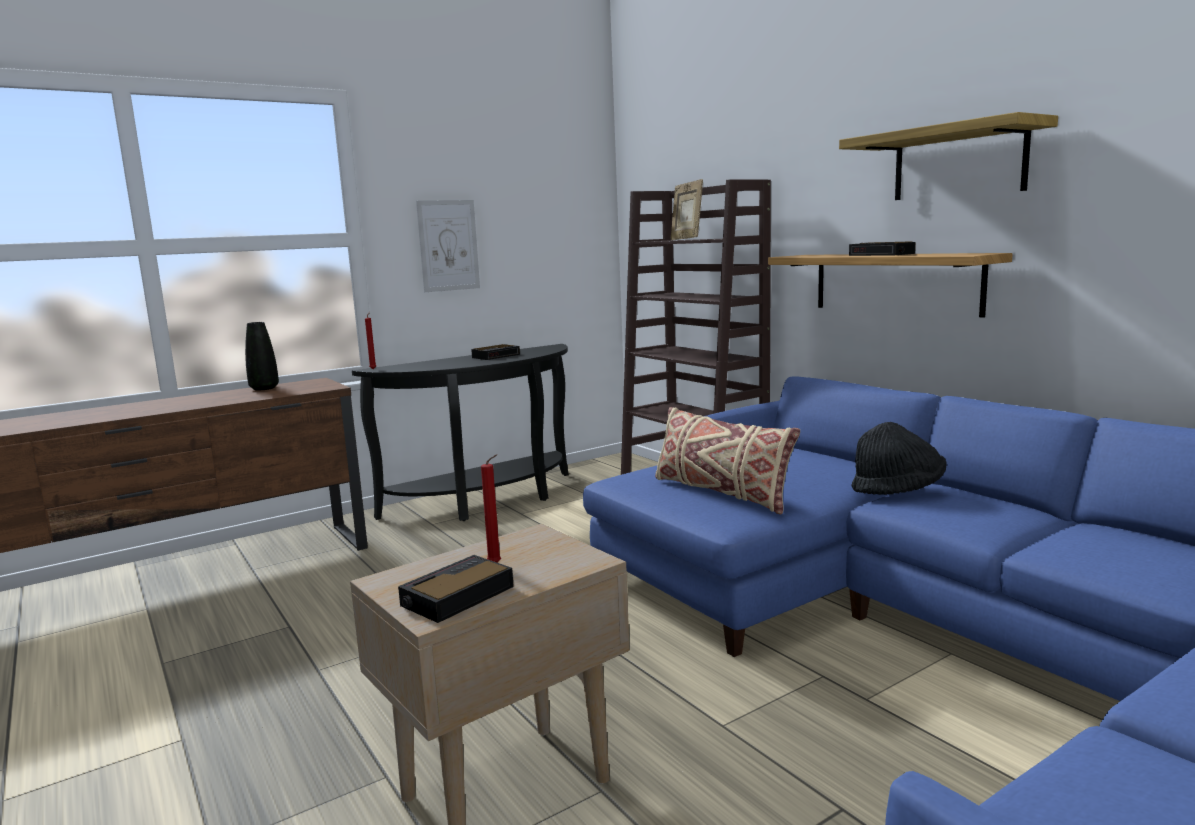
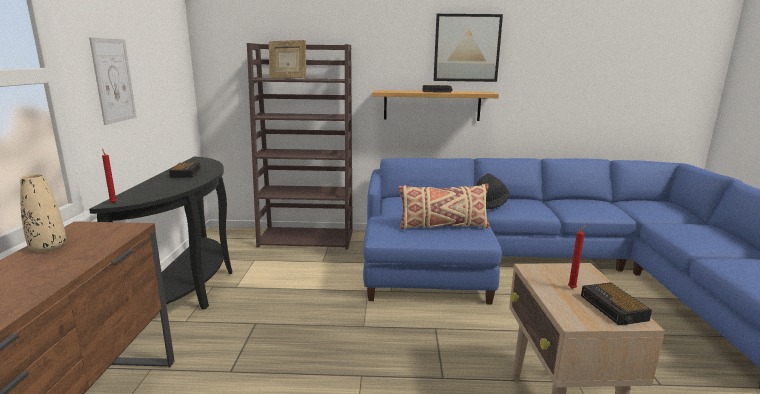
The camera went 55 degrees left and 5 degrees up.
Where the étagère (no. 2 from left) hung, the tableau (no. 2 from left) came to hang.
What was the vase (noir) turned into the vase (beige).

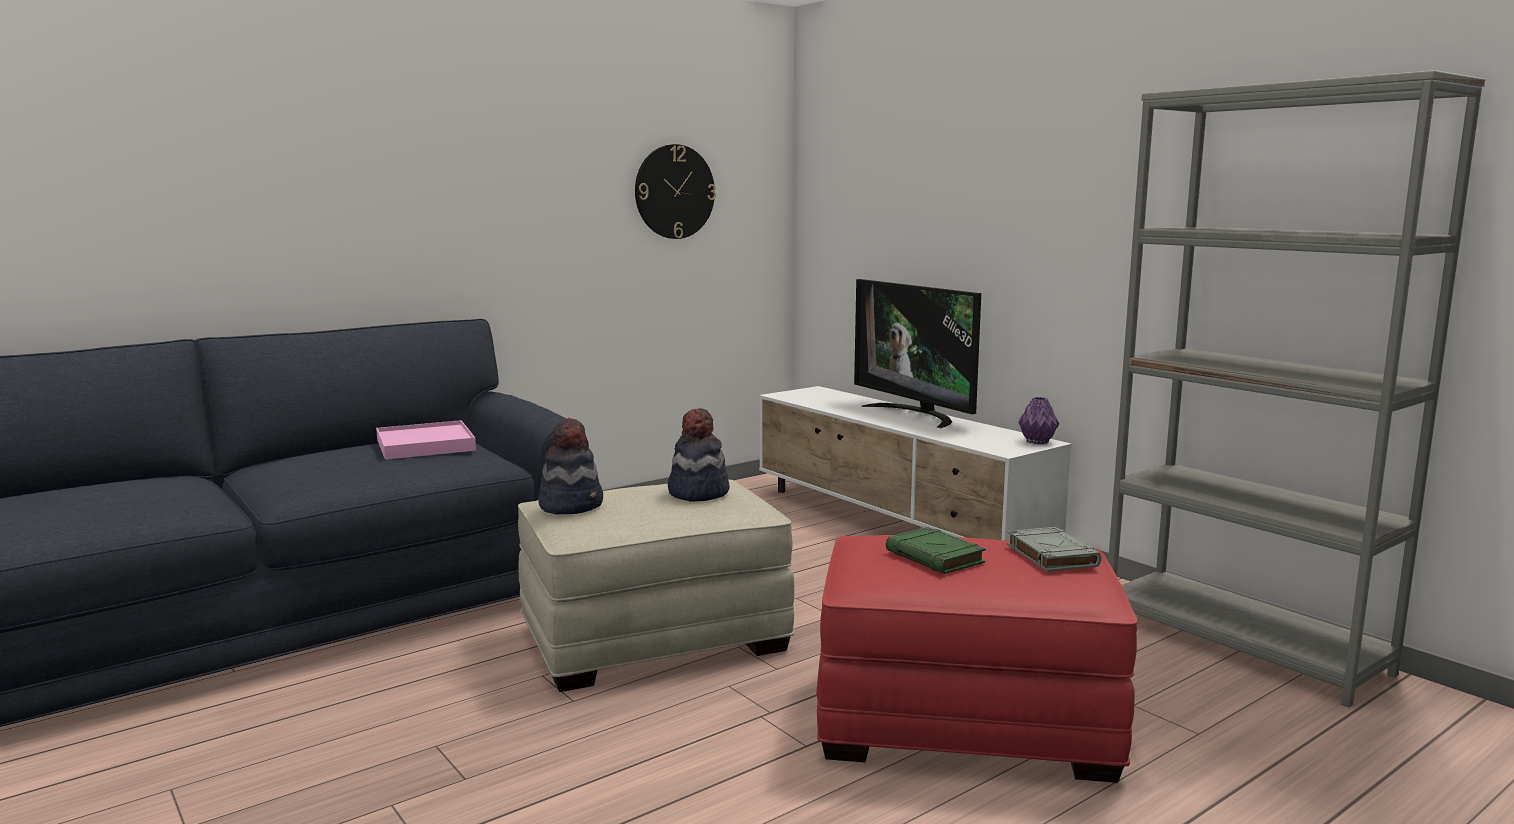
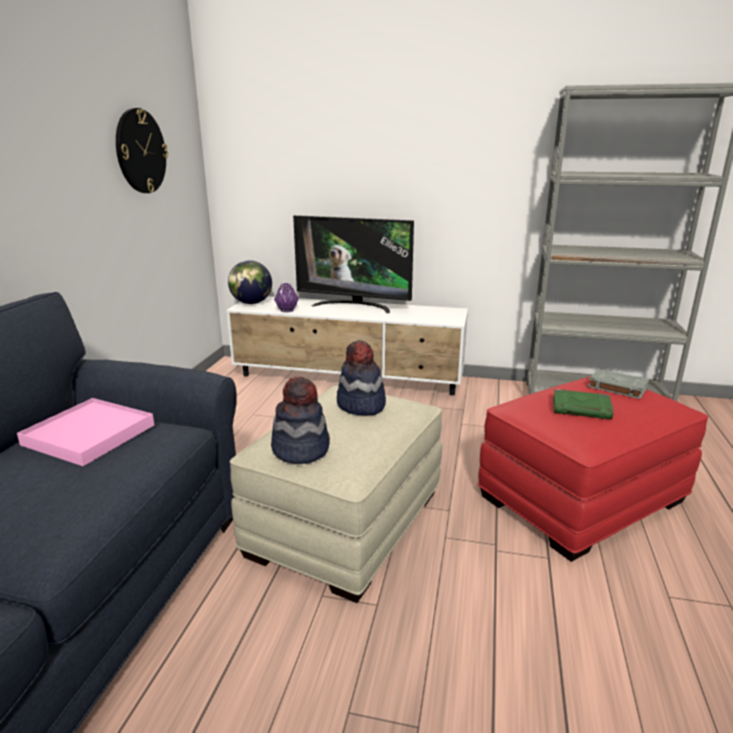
The camera went 40 degrees left and 10 degrees up.
The second view gained the globe.
The vase (violet) ended up elsewhere.

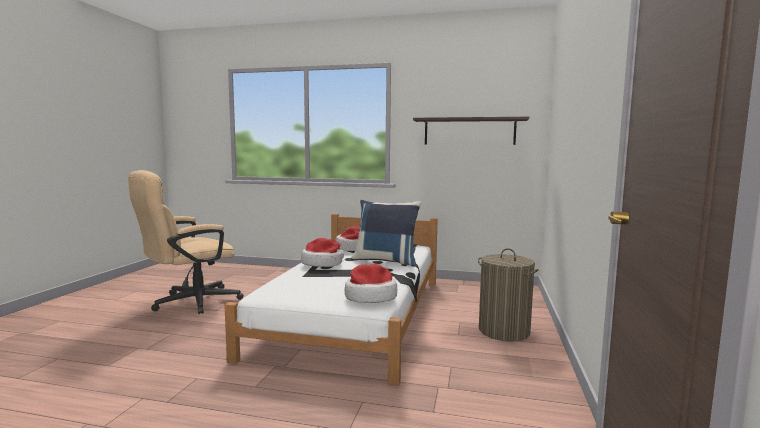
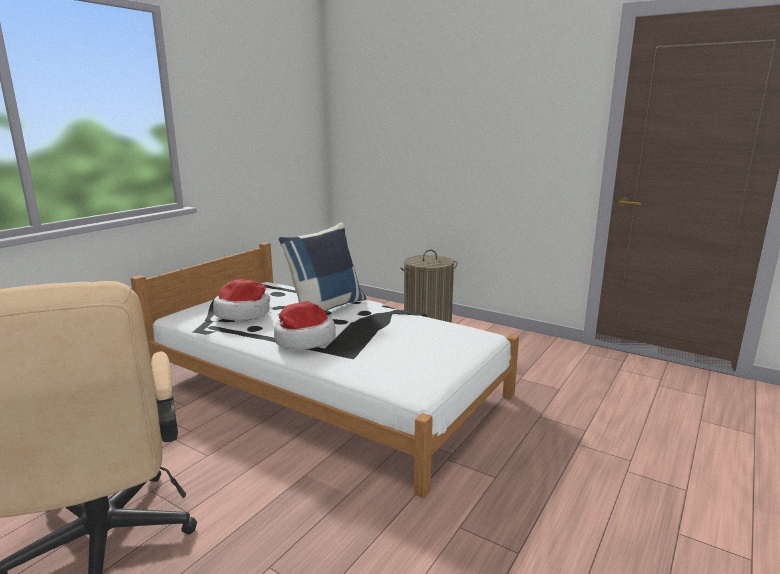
The camera went 70 degrees left and 10 degrees up.
The second view lost the chapeau (no. 3 from left).
The second view lost the étagère.

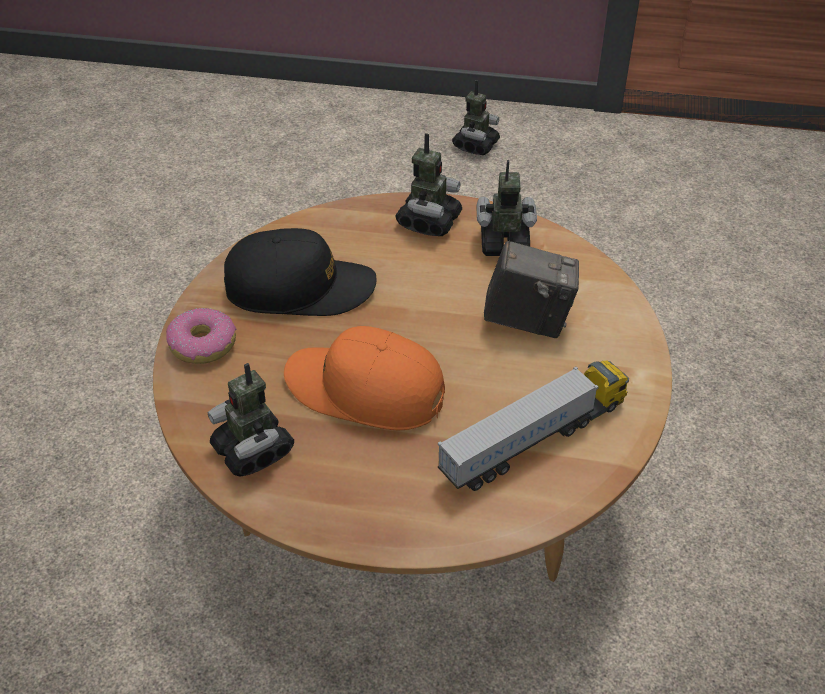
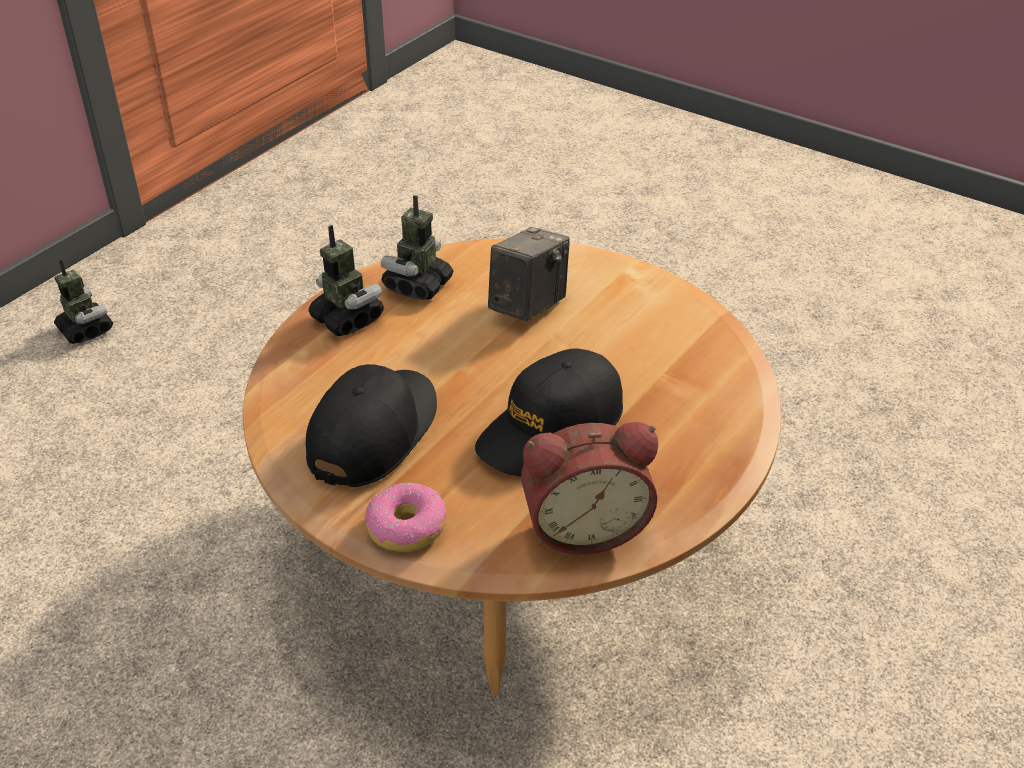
The camera went 65 degrees left and 5 degrees down.
The second view lost the camion jouet.
Where the robot jouet (no. 1 from left) stood, the réveil came to stand.
What was the casquette (orange) turned into the casquette (noir) (no. 2 from left).

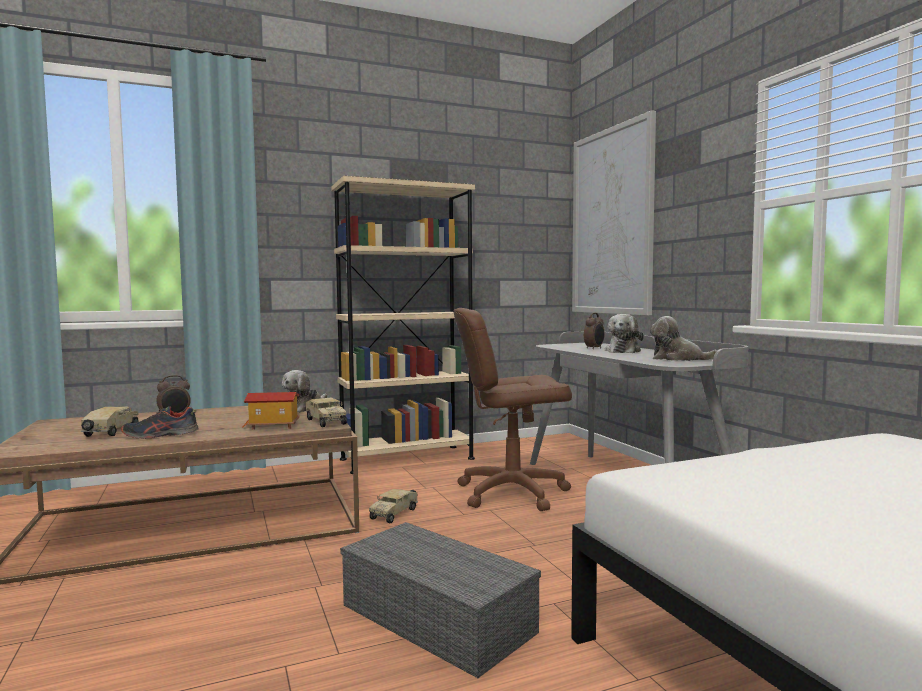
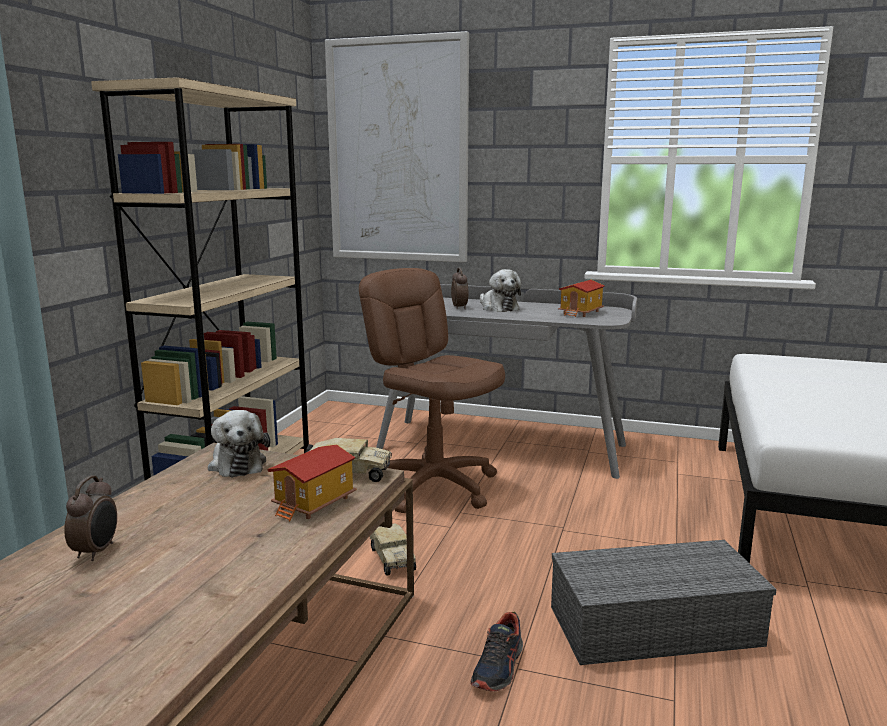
The camera went 50 degrees left and 10 degrees up.
The second view lost the camion jouet (no. 1 from left).
The chaussure ended up elsewhere.
Where the peluche (no. 3 from left) stood, the maison miniature (no. 2 from left) came to stand.
The chaise de bureau (marron) ended up facing another way, 105 degrees clockwise from before.

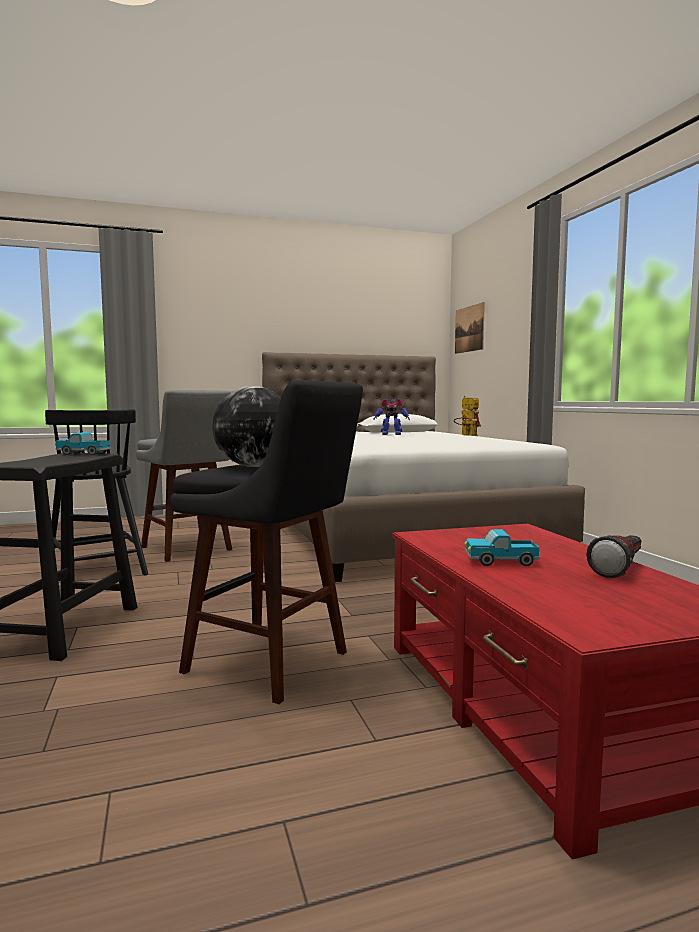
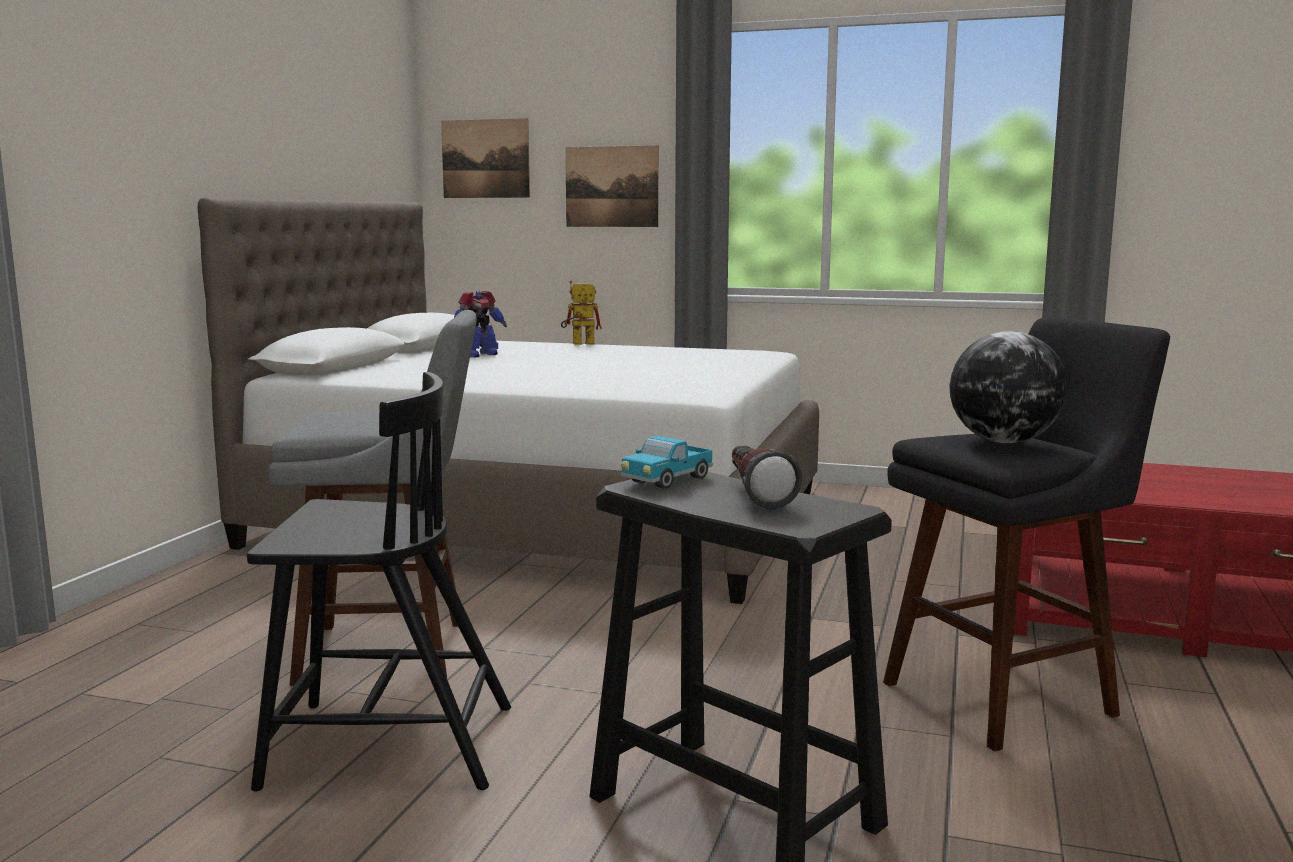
The camera went 55 degrees left and 5 degrees up.
The second view lost the camion jouet (no. 2 from left).
The second view gained the tableau (no. 2 from left).
The lampe de poche ended up elsewhere.

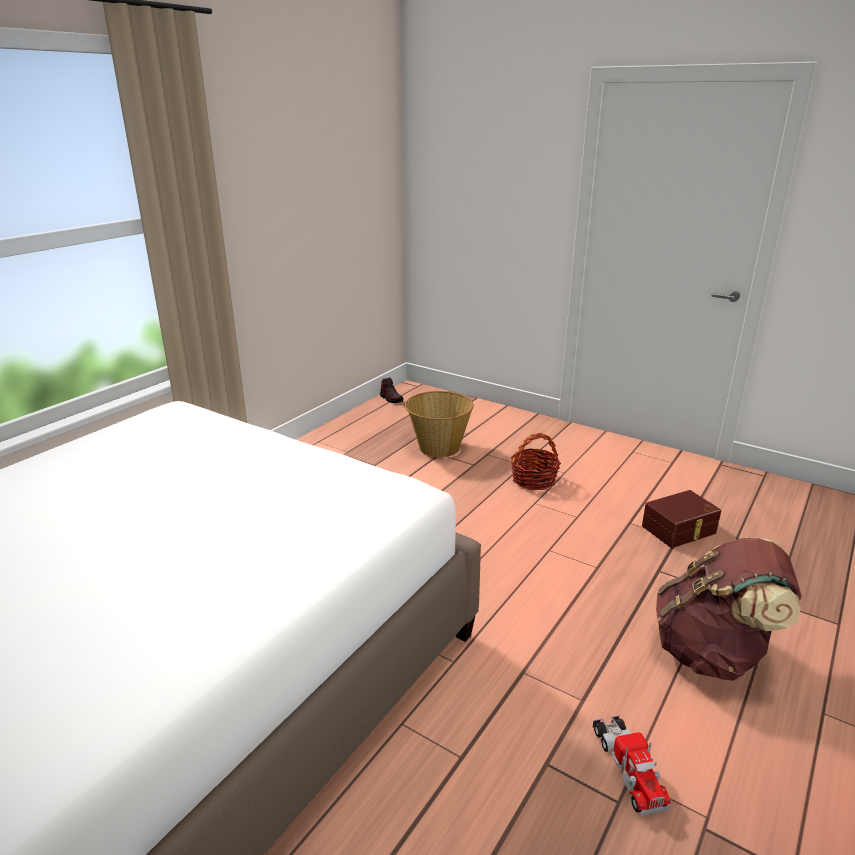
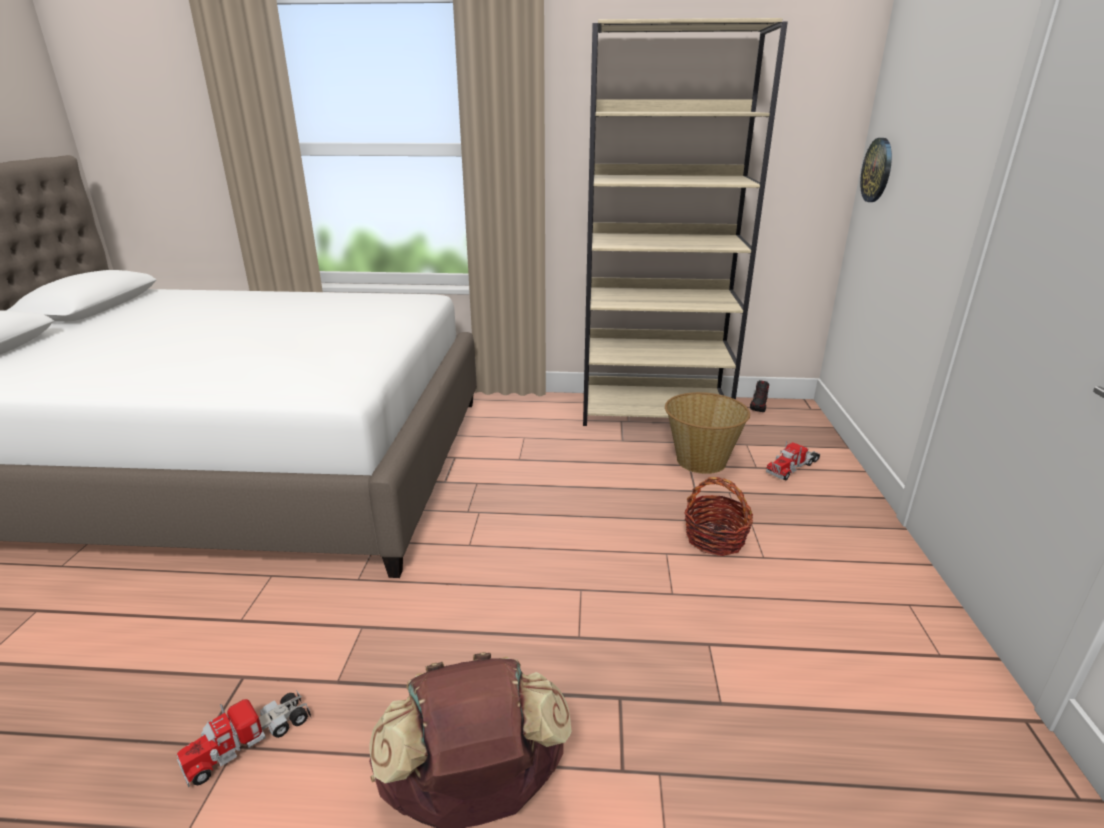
The camera went 60 degrees right and 0 degrees up.
The second view lost the boîte de rangement (marron).
The second view gained the bibliothèque (beige).
The second view gained the camion jouet (no. 2 from left).
The second view gained the horloge murale.

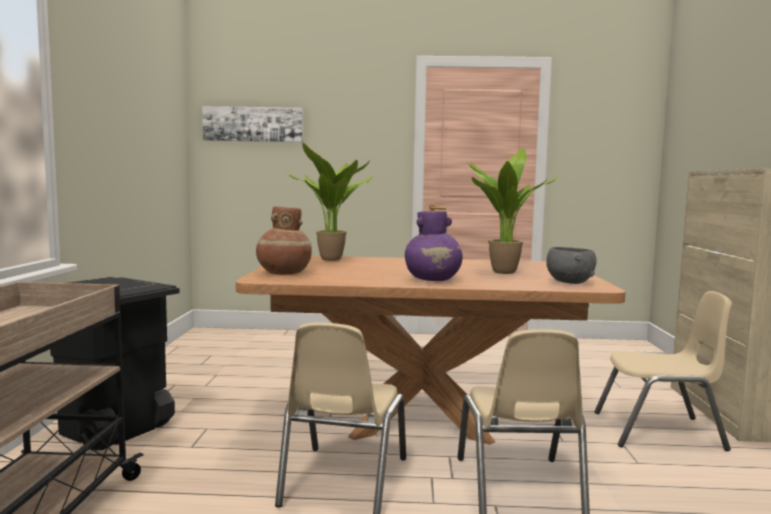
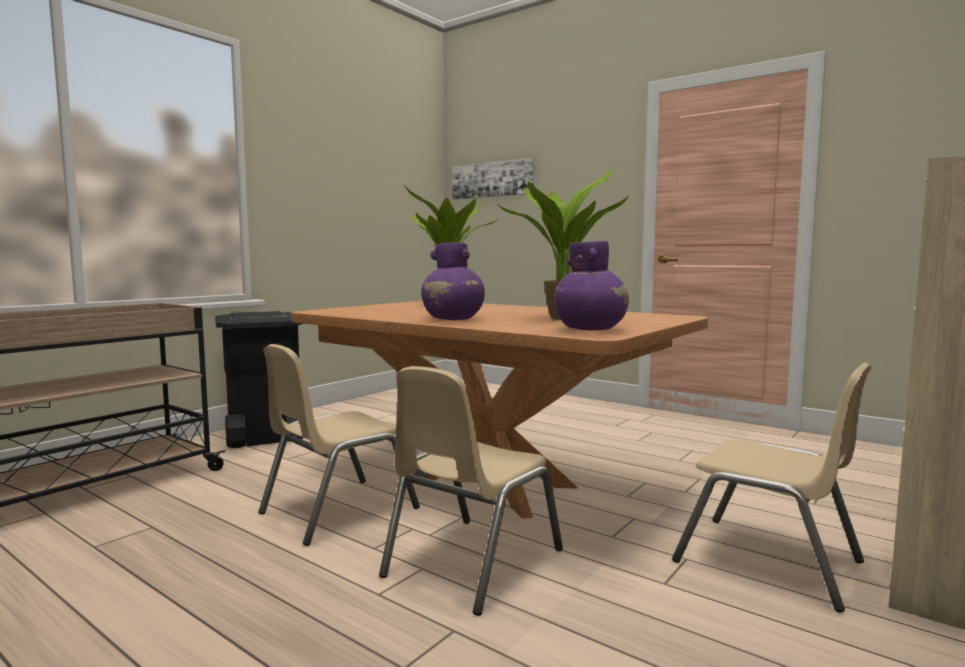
The camera went 35 degrees right and 0 degrees up.
The second view lost the vase (marron).
Where the bol (gris) stood, the vase (violet) (no. 2 from left) came to stand.

